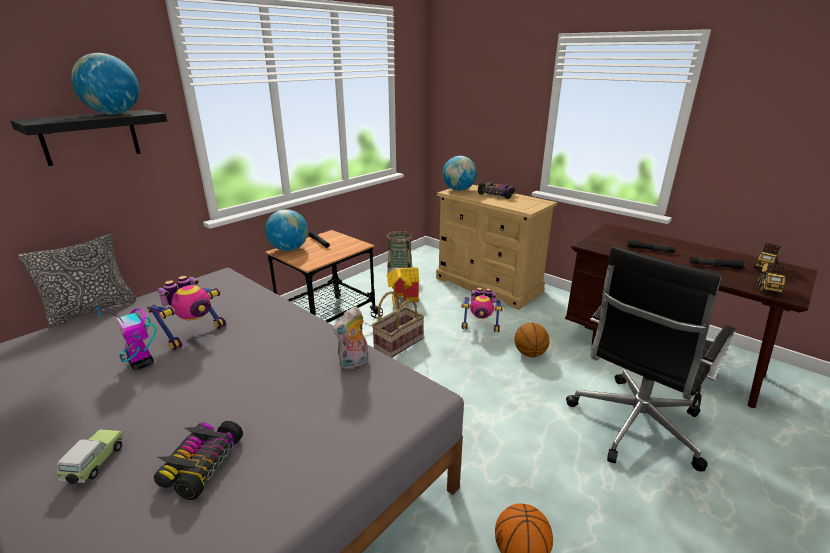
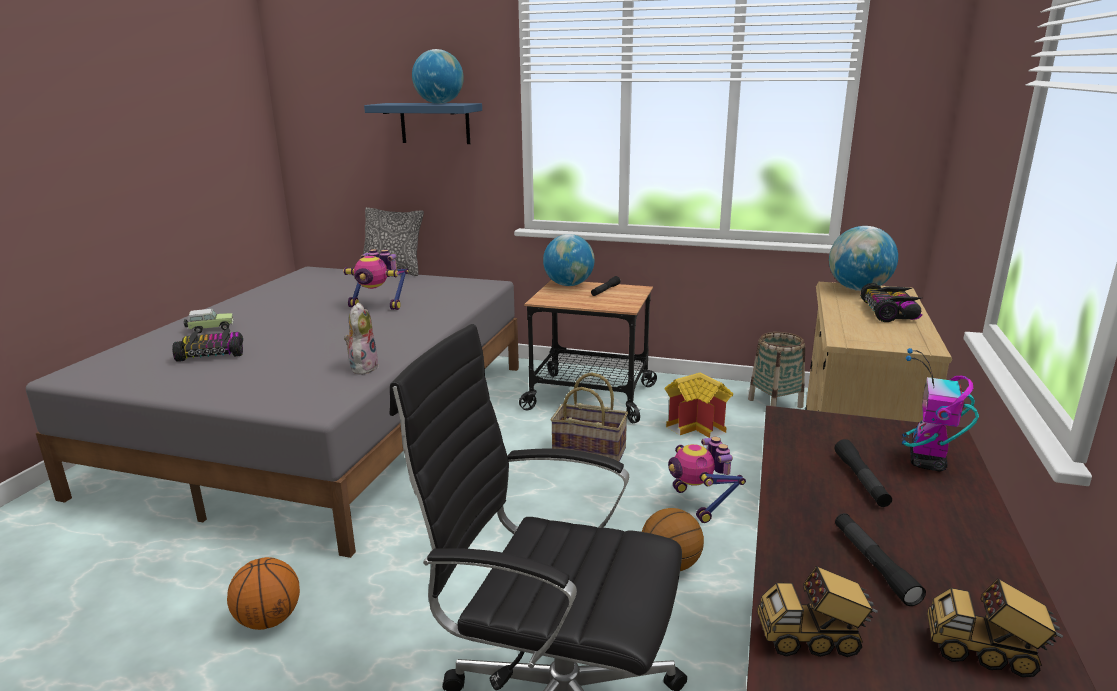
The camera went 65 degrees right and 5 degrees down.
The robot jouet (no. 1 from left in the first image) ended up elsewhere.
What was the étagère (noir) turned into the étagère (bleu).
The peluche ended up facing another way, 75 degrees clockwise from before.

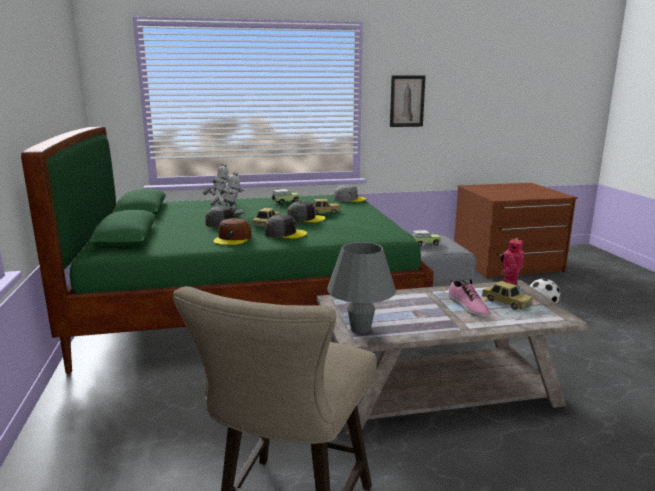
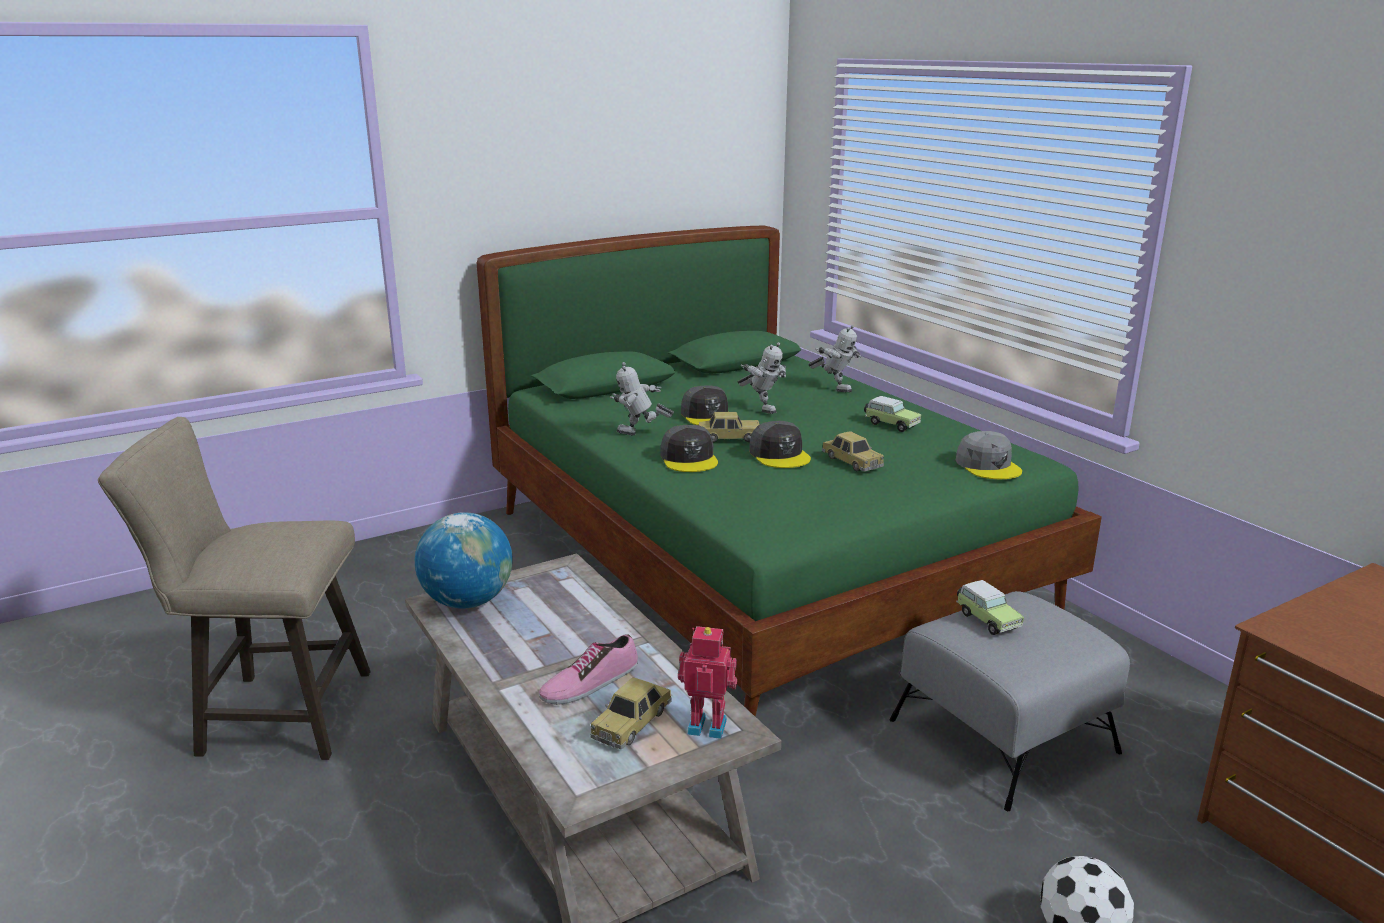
The camera went 70 degrees right and 5 degrees up.
The second view lost the tableau.
Where the casquette (marron) stood, the robot jouet (no. 1 from left) came to stand.
Where the lampe de table (gris) stood, the globe came to stand.

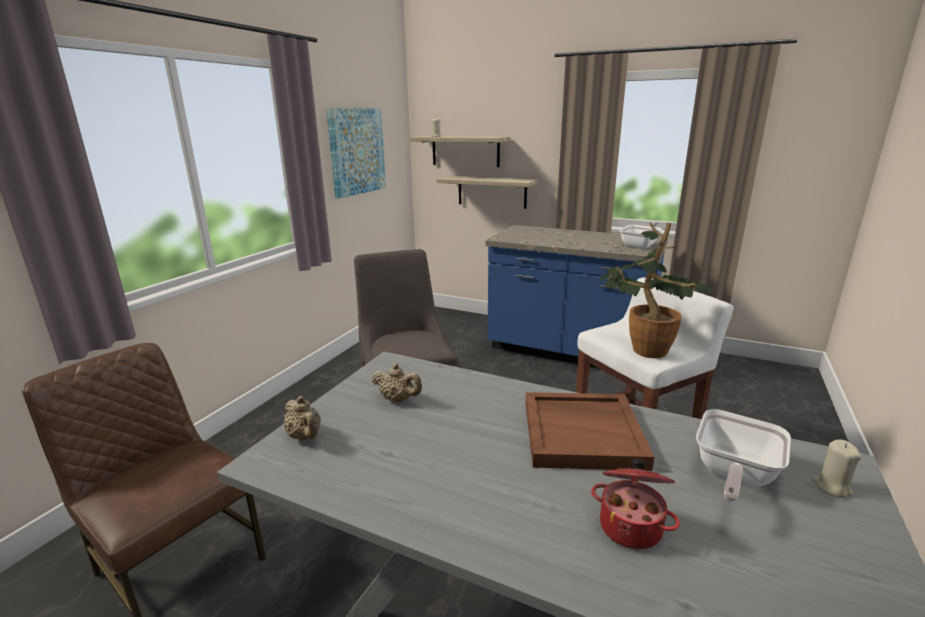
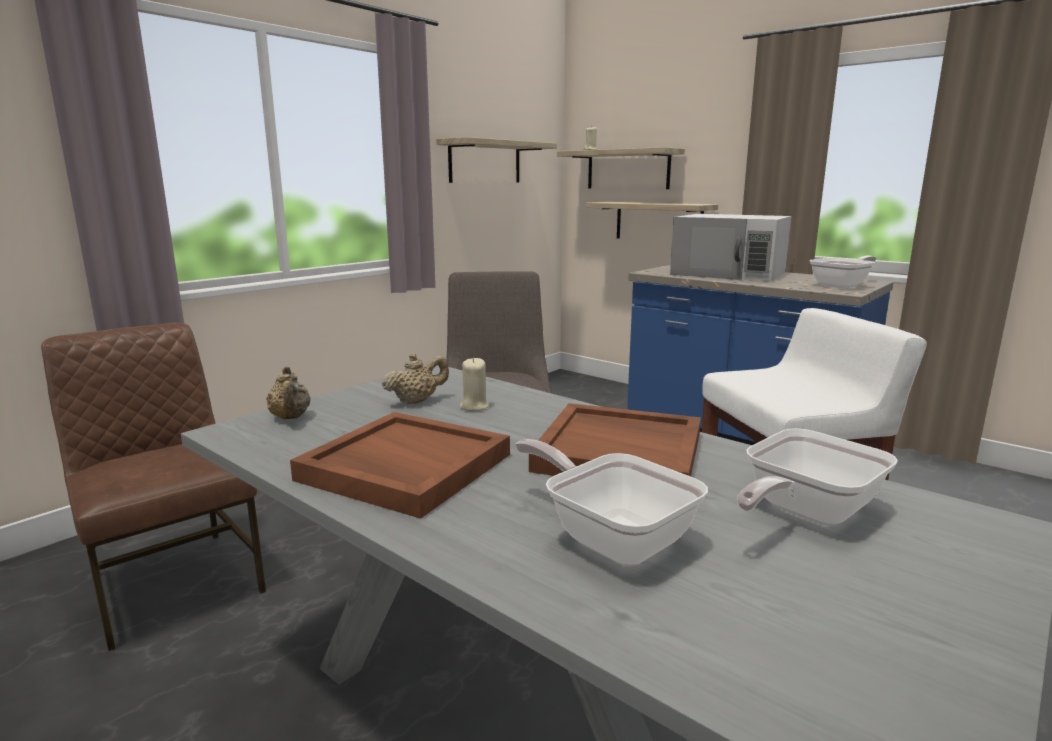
The camera went 15 degrees right and 5 degrees down.
The second view lost the plante en pot.
The second view gained the plateau (marron) (no. 1 from left).
The second view gained the micro-ondes (blanc).
The bougie (beige) (no. 2 from left in the first image) ended up elsewhere.
Where the tableau hung, the étagère (no. 1 from left) came to hang.
Where the marmite stood, the poêle (no. 1 from left) came to stand.
The théière (beige) (no. 2 from left) ended up facing another way, 75 degrees counterclockwise from before.

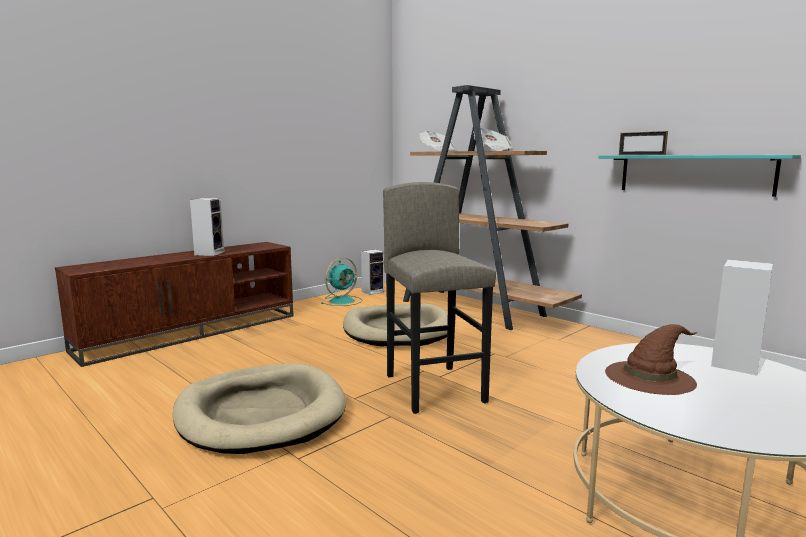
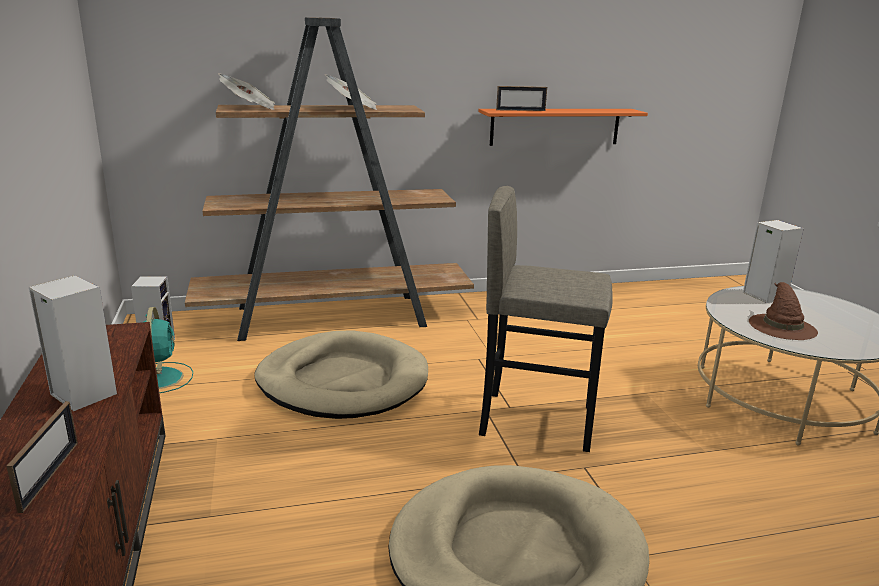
The camera went 60 degrees left and 10 degrees up.
The second view gained the cadre photo (no. 1 from left).
What was the étagère (turquoise) turned into the étagère (orange).

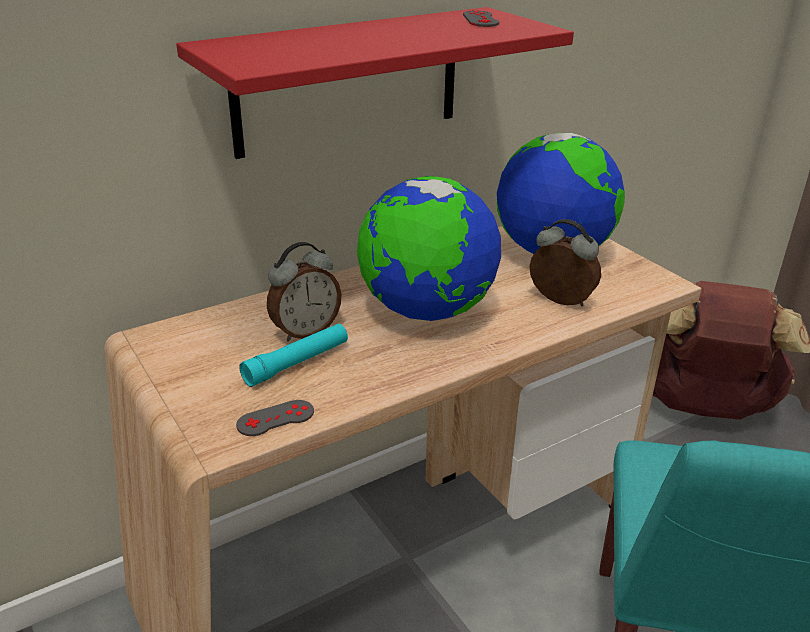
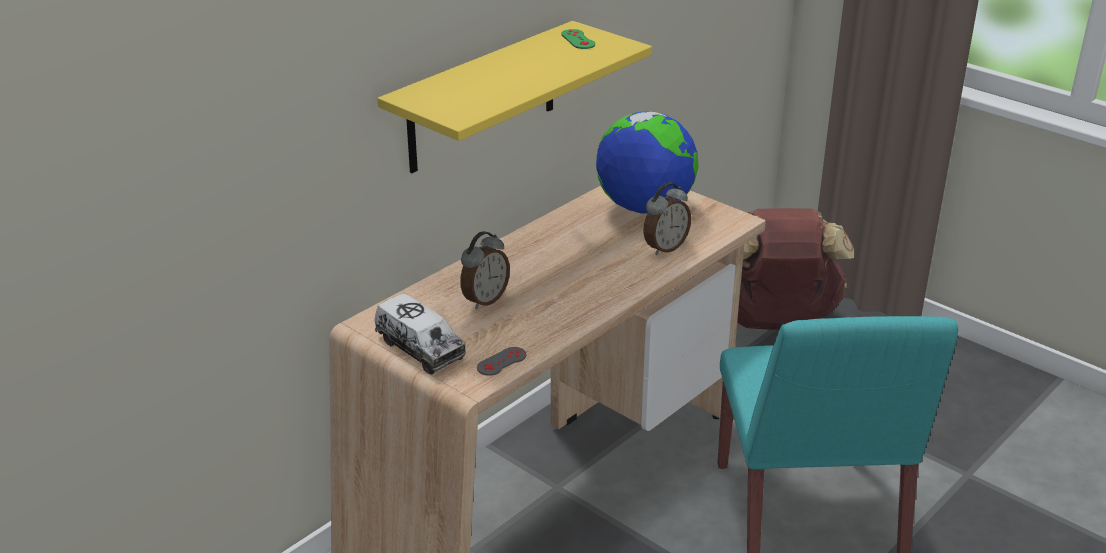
The camera went 15 degrees left and 0 degrees up.
The second view lost the lampe de poche (turquoise).
The second view lost the globe (no. 1 from left).
The second view gained the camion jouet.
What was the étagère (rouge) turned into the étagère (jaune).
What was the manette (gris) (no. 2 from left) turned into the manette (vert).
The réveil (no. 2 from left) ended up facing another way, 120 degrees clockwise from before.

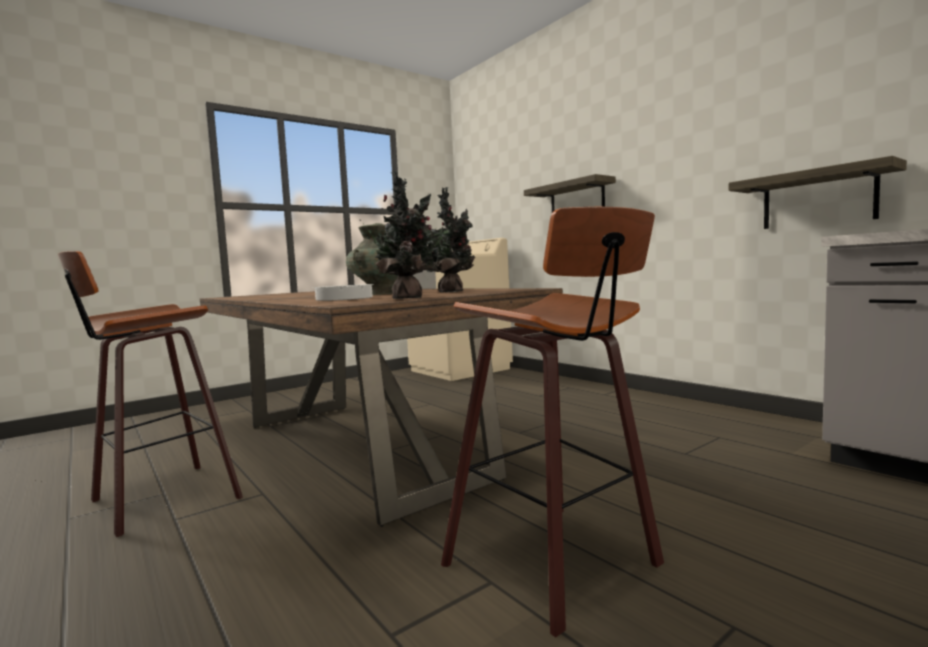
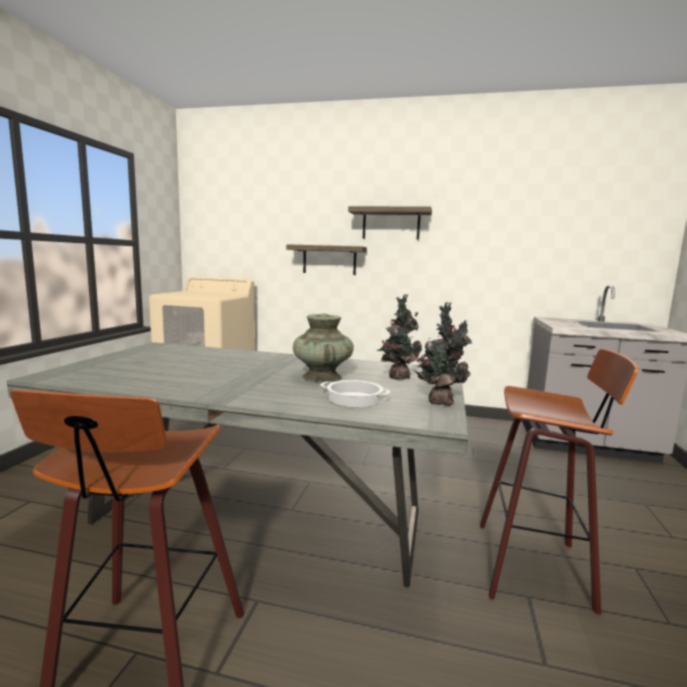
The camera went 40 degrees left and 5 degrees up.
The étagère (no. 2 from left) ended up elsewhere.
What was the table à manger (marron) turned into the table à manger (gris).

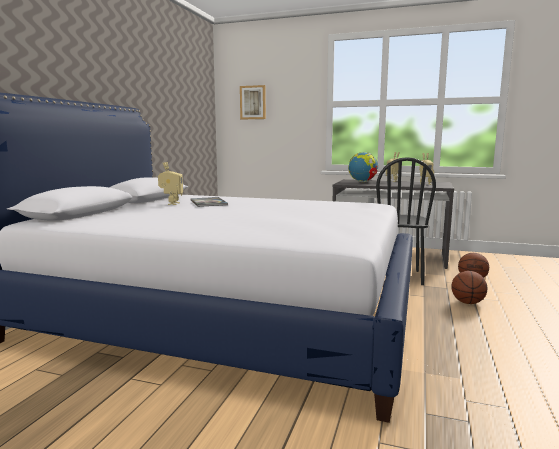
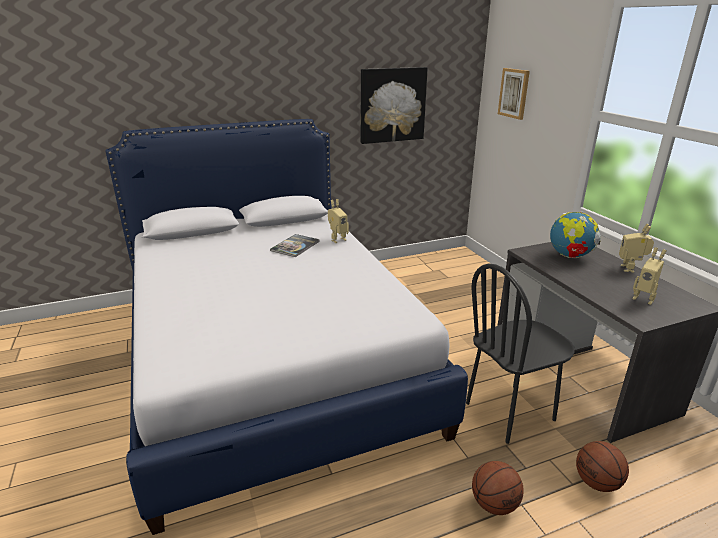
The camera went 50 degrees right and 15 degrees up.
The second view gained the tableau (no. 1 from left).
The robot jouet (no. 1 from left) ended up elsewhere.

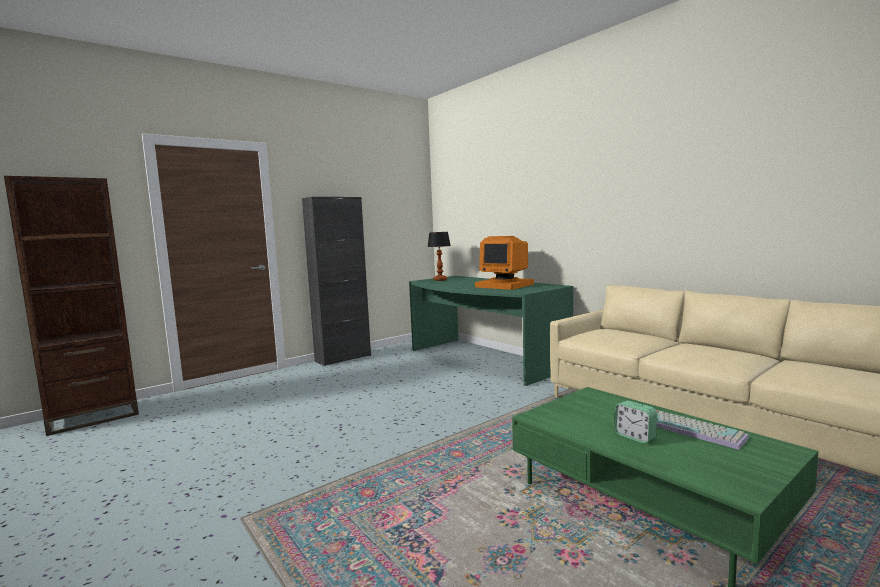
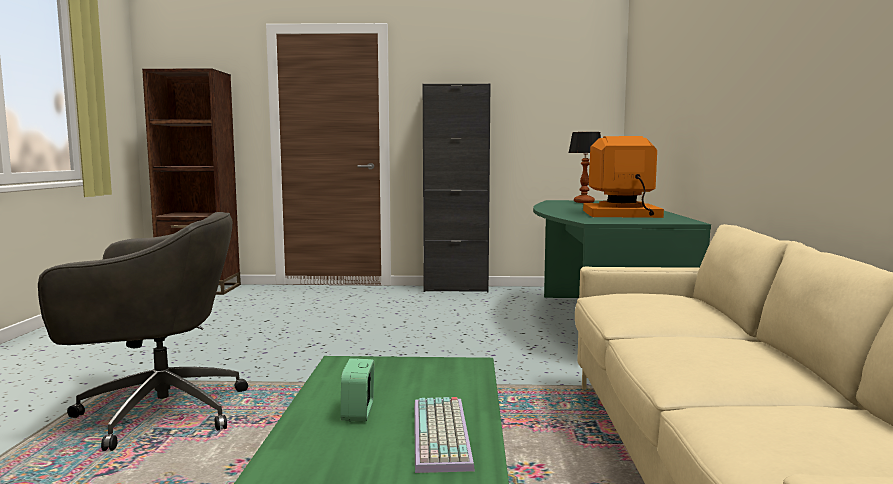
The camera went 40 degrees right and 0 degrees up.
The second view gained the chaise de bureau (gris).
The écran d'ordinateur ended up facing another way, 105 degrees clockwise from before.

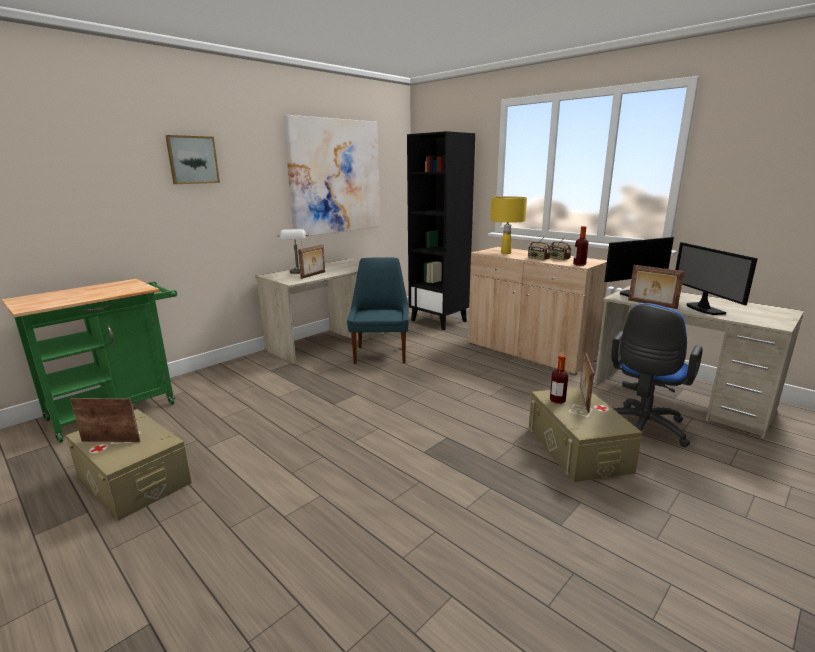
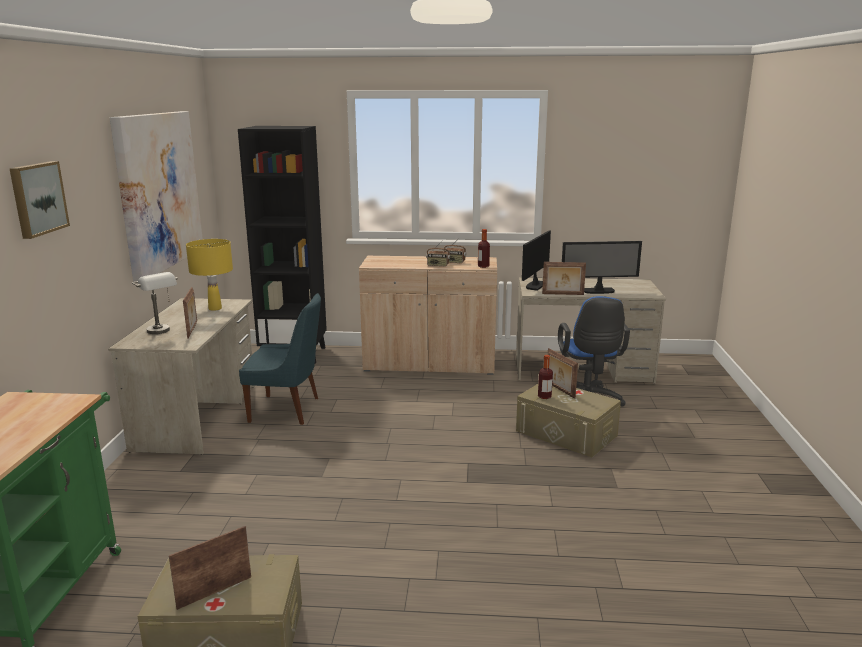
The camera went 40 degrees left and 0 degrees up.
The lampe de table (jaune) ended up elsewhere.
The chaise (bleu) ended up facing another way, 135 degrees clockwise from before.
The écran d'ordinateur (no. 2 from left) ended up facing another way, 45 degrees counterclockwise from before.

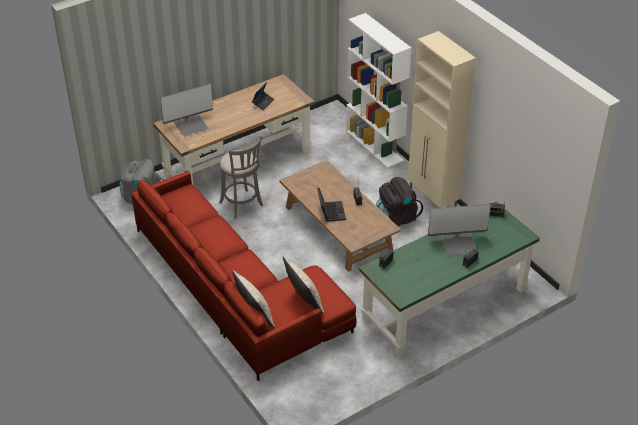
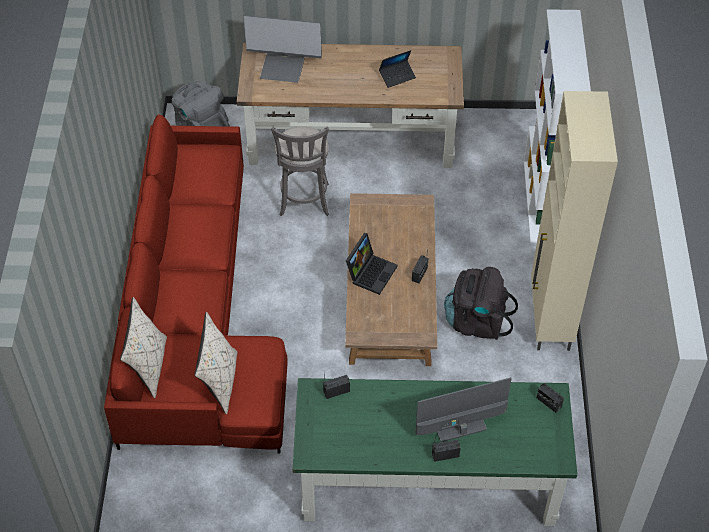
The camera went 35 degrees right and 10 degrees up.
The écran d'ordinateur (no. 2 from left) ended up facing another way, 135 degrees clockwise from before.

